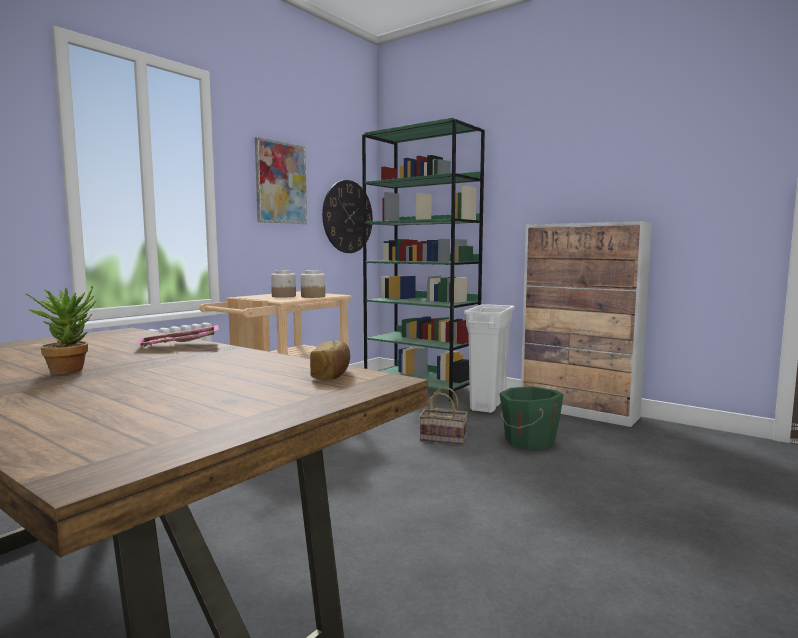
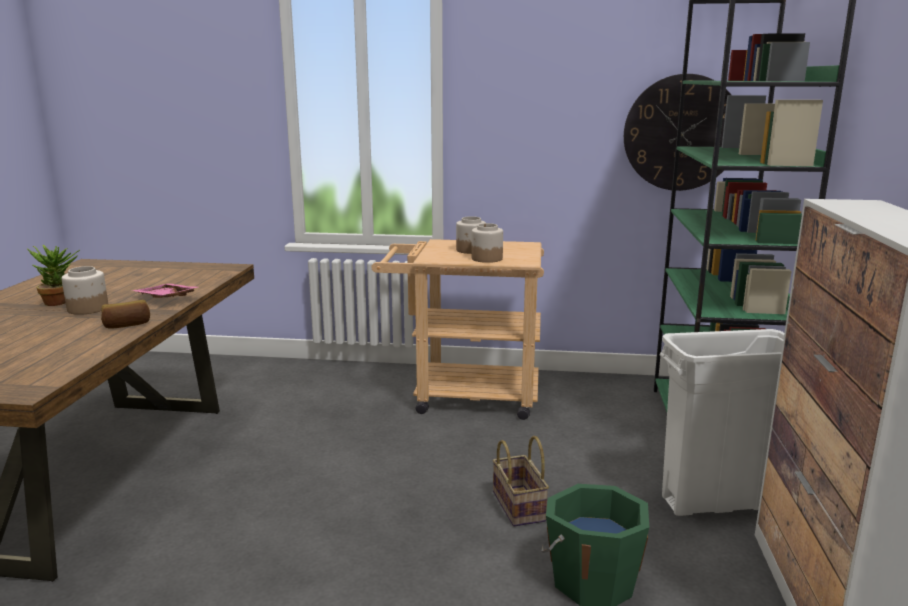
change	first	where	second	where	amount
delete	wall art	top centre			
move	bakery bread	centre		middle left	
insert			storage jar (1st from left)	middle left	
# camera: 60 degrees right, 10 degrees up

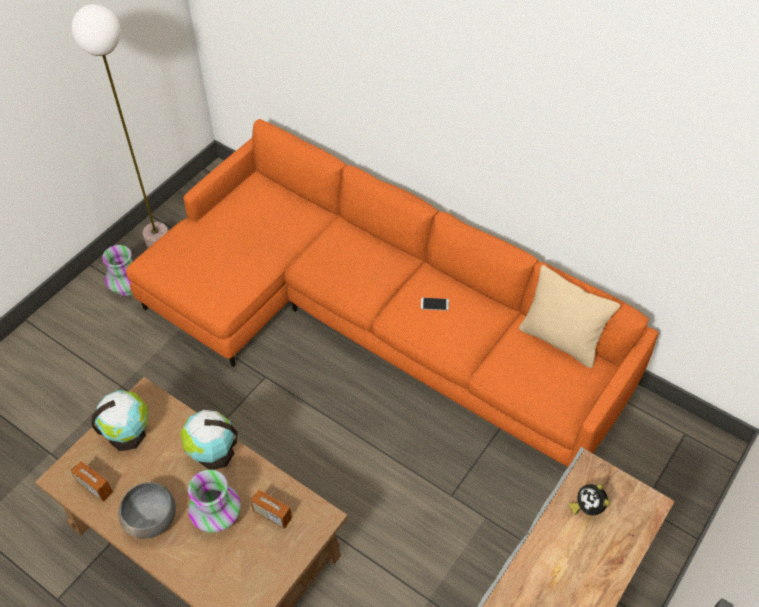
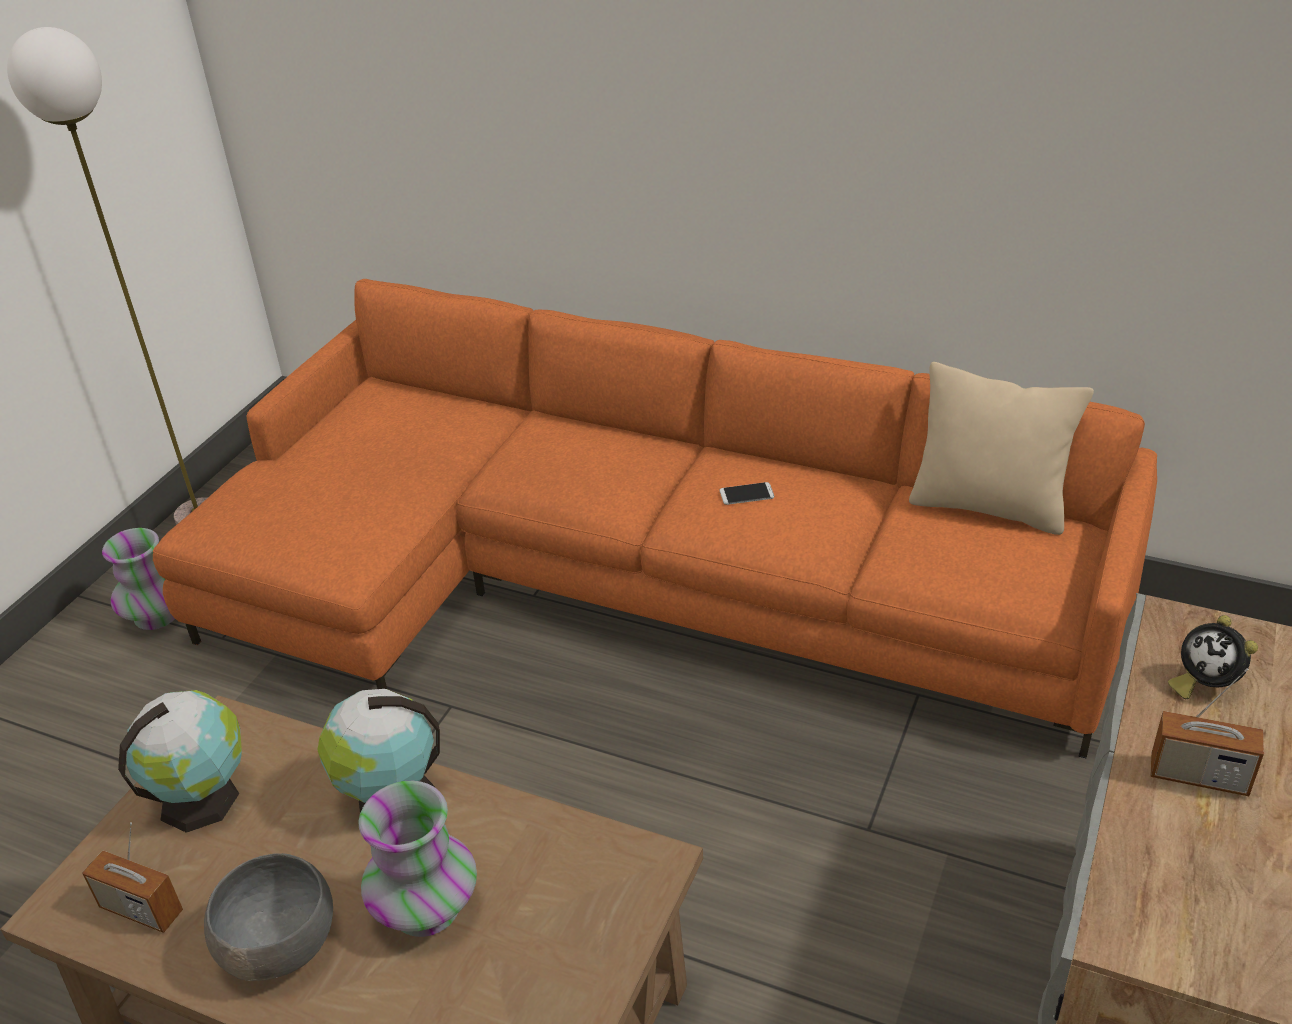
change	first	where	second	where	amount
move	radio set (2nd from left)	bottom centre		bottom right	
# camera: 10 degrees left, 15 degrees down

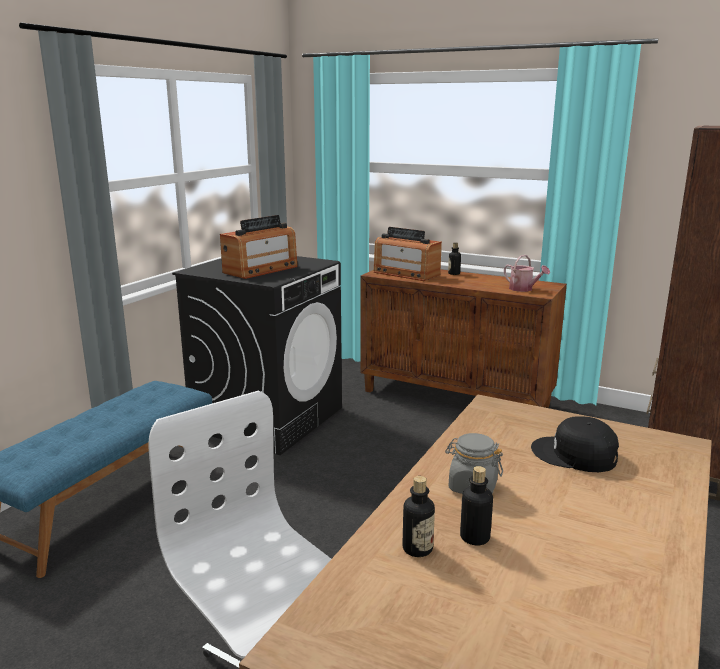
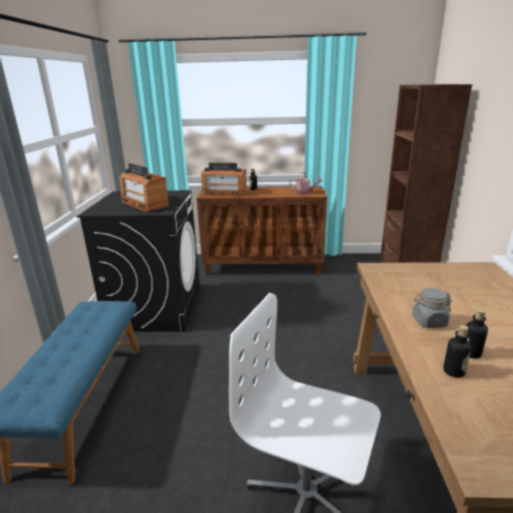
change	first	where	second	where	amount
rotate	radio set (1st from left)	centre		middle left	120 degrees clockwise
delete	peaked cap (black-coloured)	middle right			
# camera: 25 degrees left, 5 degrees up

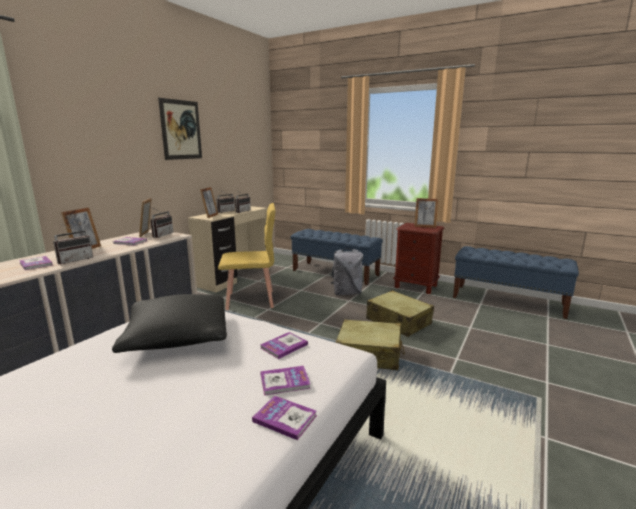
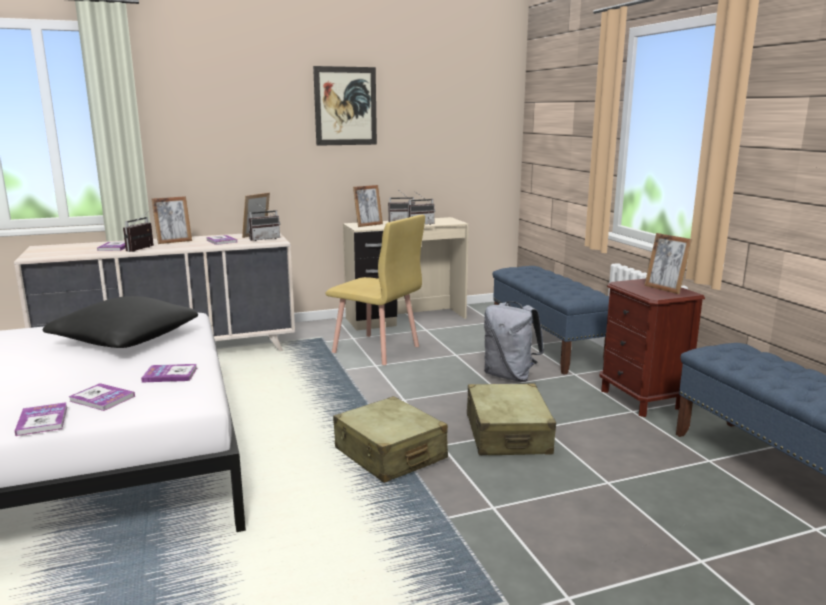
change	first	where	second	where	amount
rotate	radio set (1st from left)	middle left		middle left	120 degrees clockwise
# camera: 40 degrees right, 0 degrees up

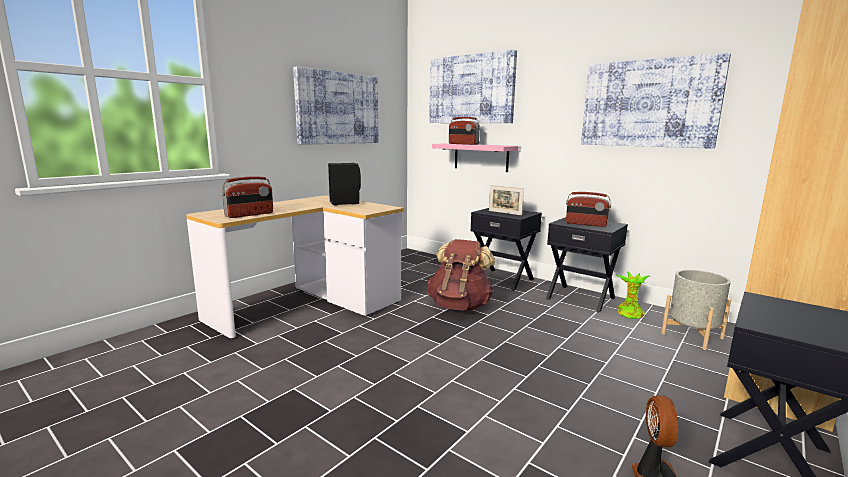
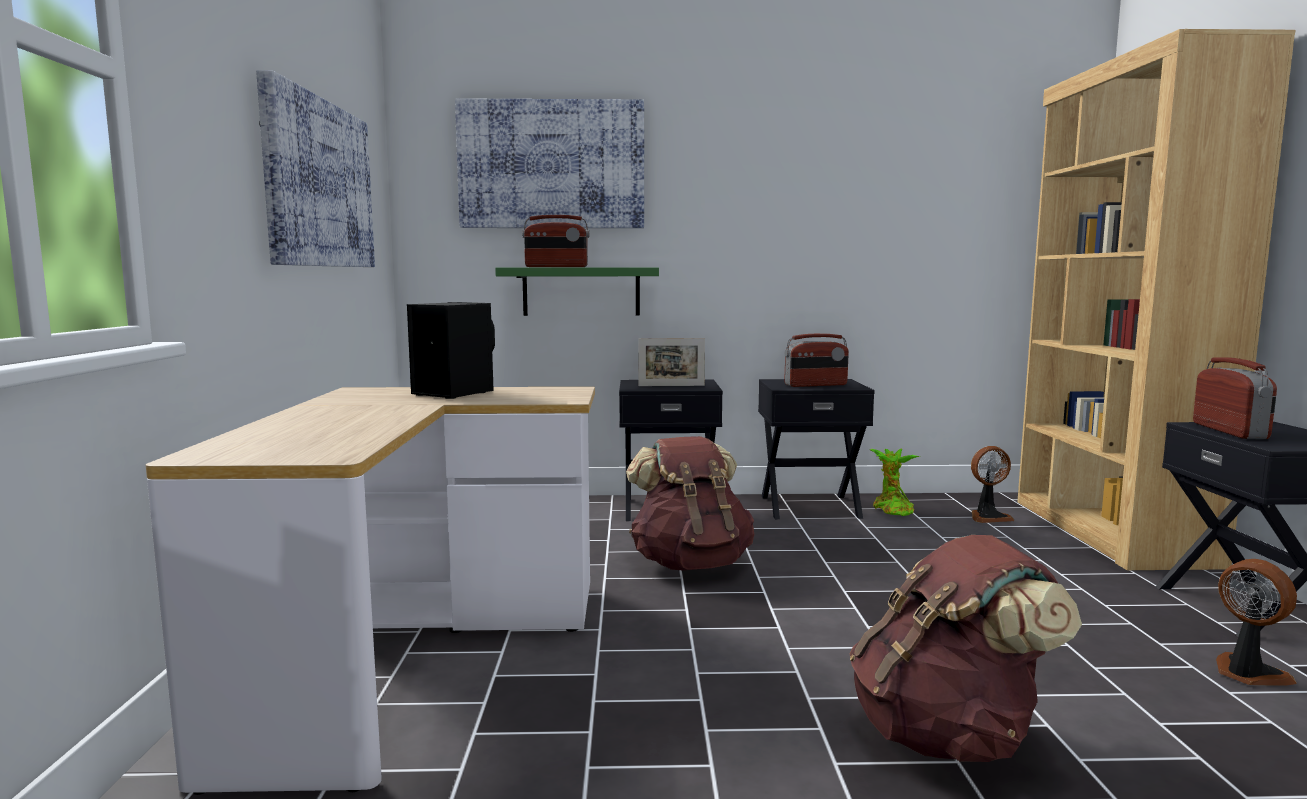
change	first	where	second	where	amount
delete	wall art (3rd from left)	top right			
recolor	bracket shelf (pink-coloured)	top centre	bracket shelf (green)	centre	
move	radio set (1st from left in the first image)	middle left	radio set (3rd from left)	middle right	
replace	planter (gray)	middle right	electric fan (1st from left)	middle right	
insert			rucksack (brownish) (2nd from left)	bottom right	
# camera: 40 degrees left, 5 degrees down

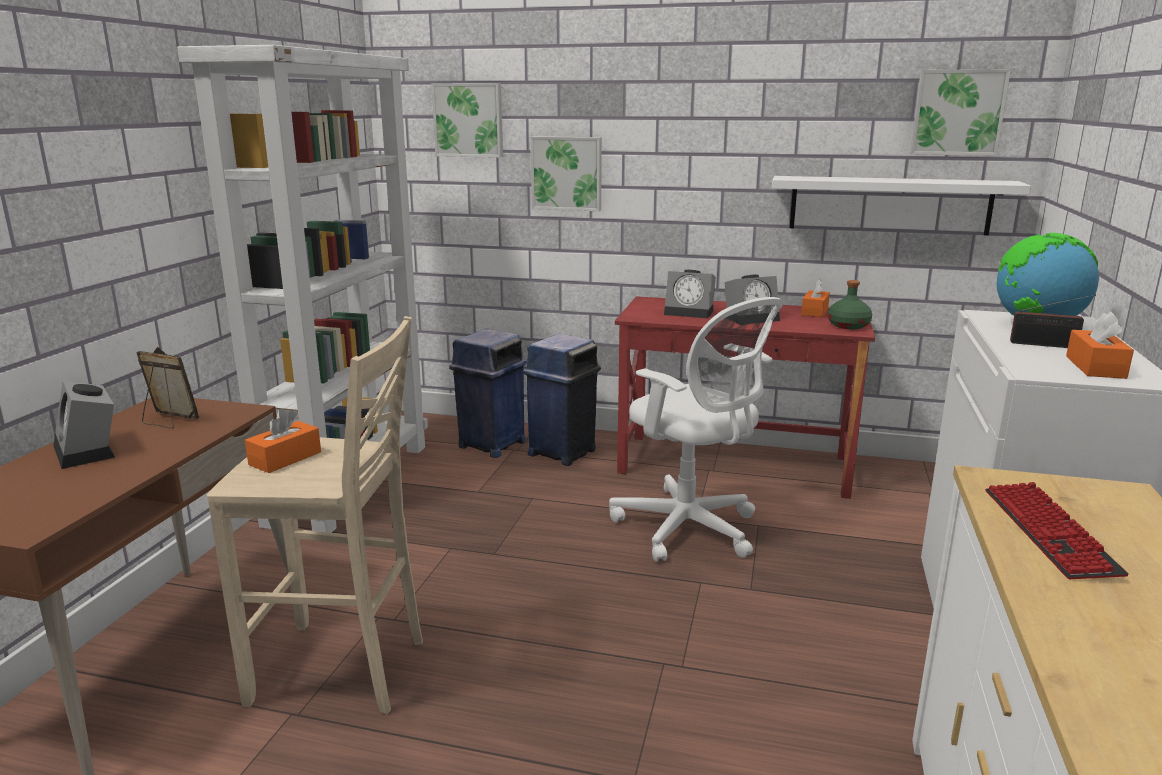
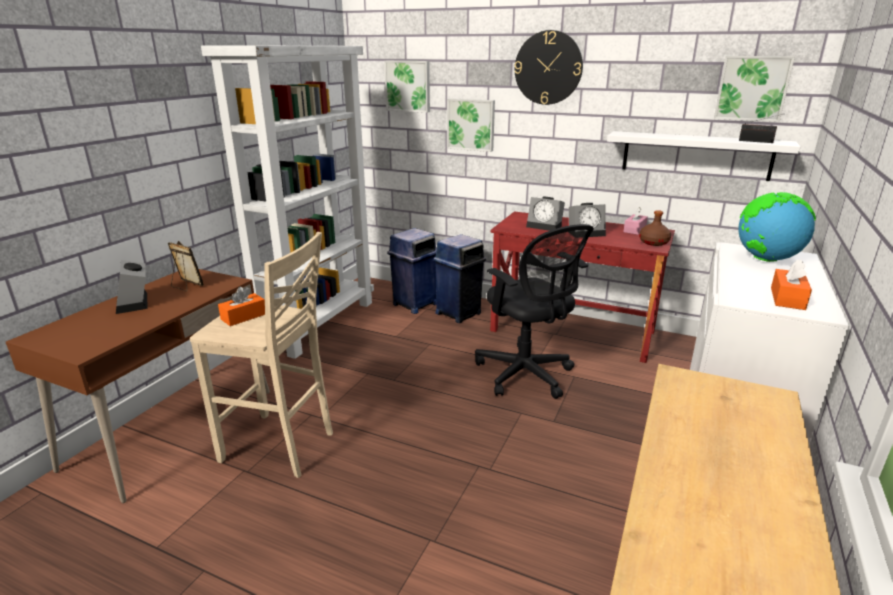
change	first	where	second	where	amount
recolor	tissue holder (orange) (2nd from left)	middle right	tissue holder (pink-coloured)	middle right	
recolor	beverage bottle (green)	middle right	beverage bottle (brownish)	middle right	
move	radio set	middle right		top right	
recolor	desk chair (white)	centre	desk chair (black-coloured)	centre	
delete	keyboard	bottom right			
insert			wall clock	top centre	
# camera: 10 degrees right, 5 degrees up

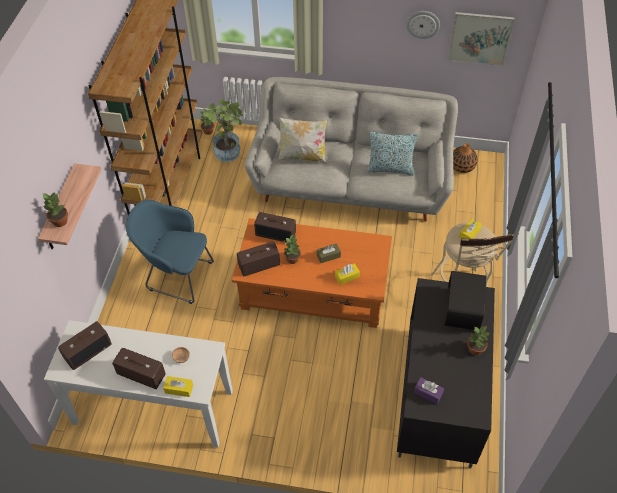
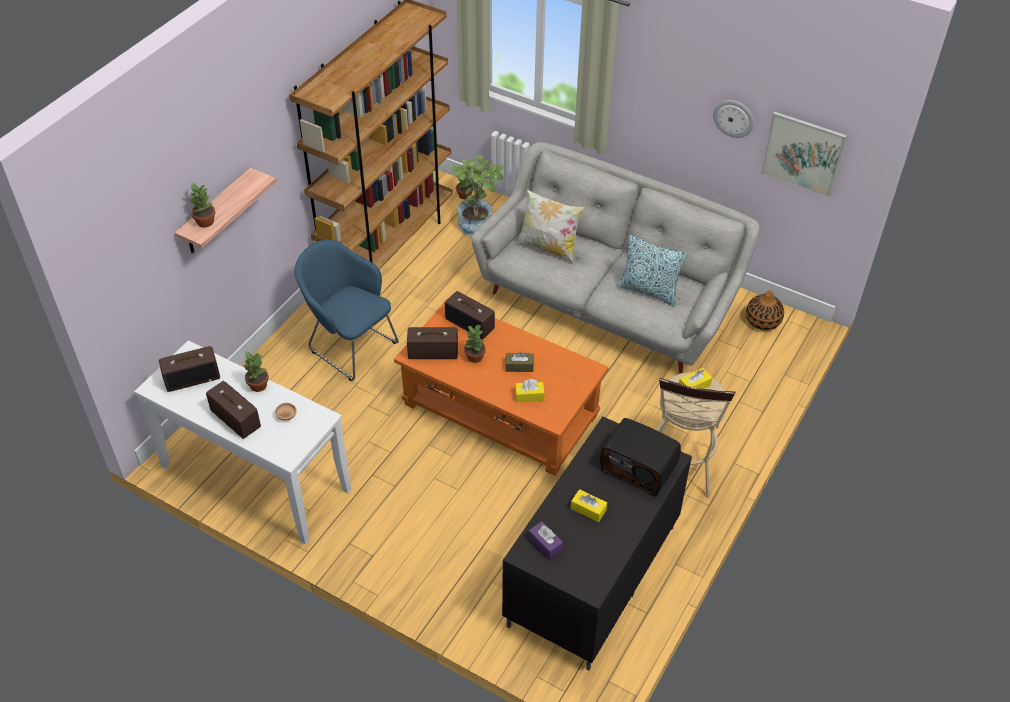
change	first	where	second	where	amount
rotate	radio set (5th from left)	middle right		centre	90 degrees counterclockwise
move	potted plant (5th from left in the first image)	bottom right	potted plant (2nd from left)	middle left	
move	tissue holder (yellowish) (1st from left in the first image)	bottom left	tissue holder (yellowish) (2nd from left)	bottom centre	
# camera: 20 degrees right, 5 degrees down

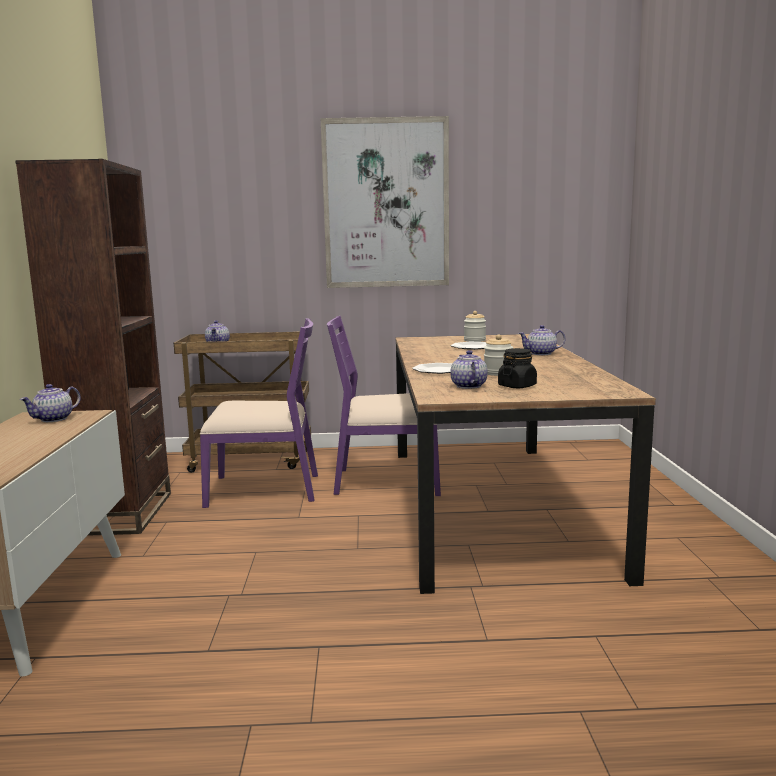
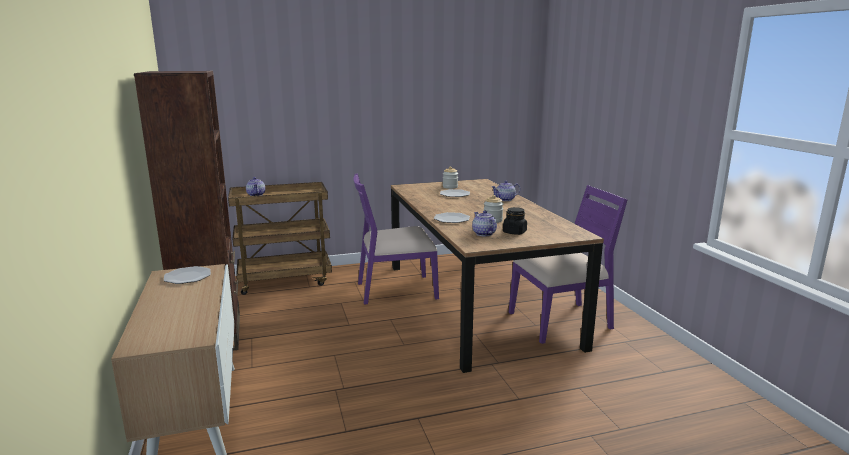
change	first	where	second	where	amount
delete	wall art	top centre			
move	upright chair (purplish) (1st from left in the first image)	centre	upright chair (purplish) (2nd from left)	middle right	
replace	tea pot (1st from left)	middle left	plate (1st from left)	middle left	
# camera: 15 degrees left, 5 degrees up

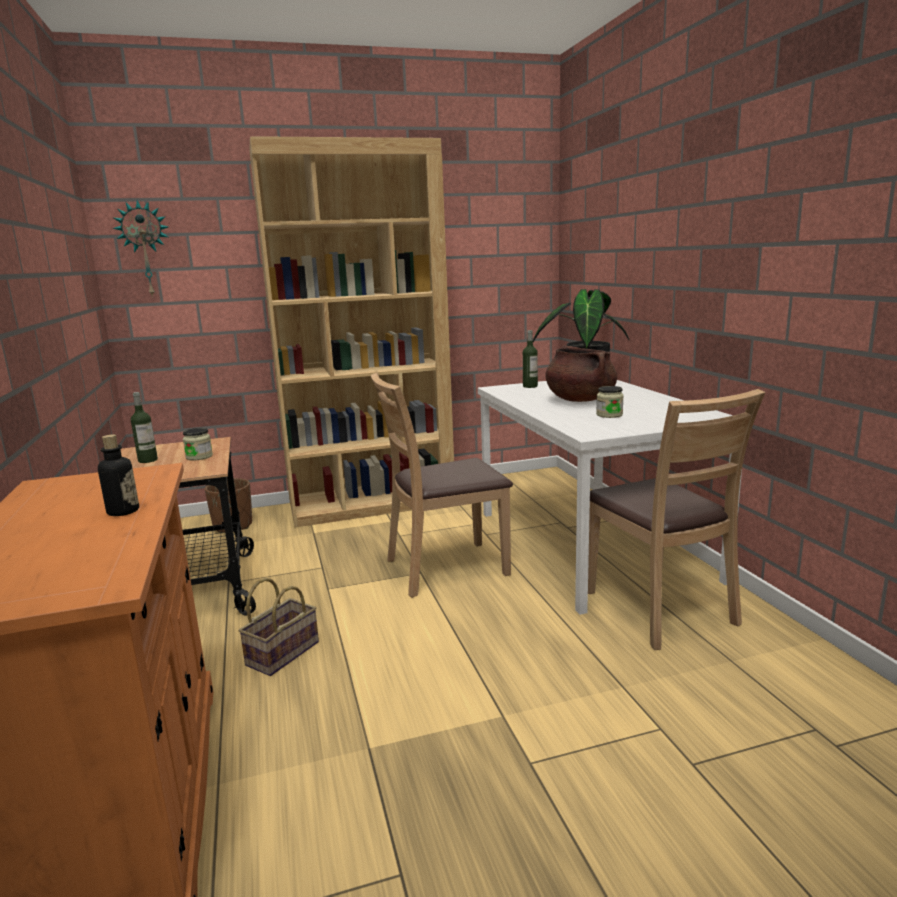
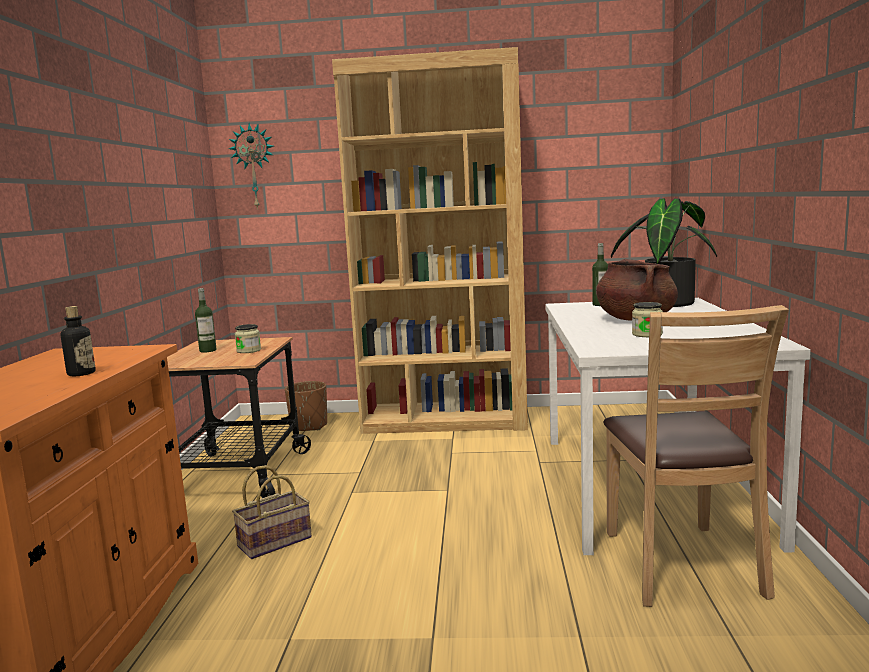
change	first	where	second	where	amount
delete	upright chair (brownish) (1st from left)	centre			
# camera: 20 degrees right, 5 degrees down

